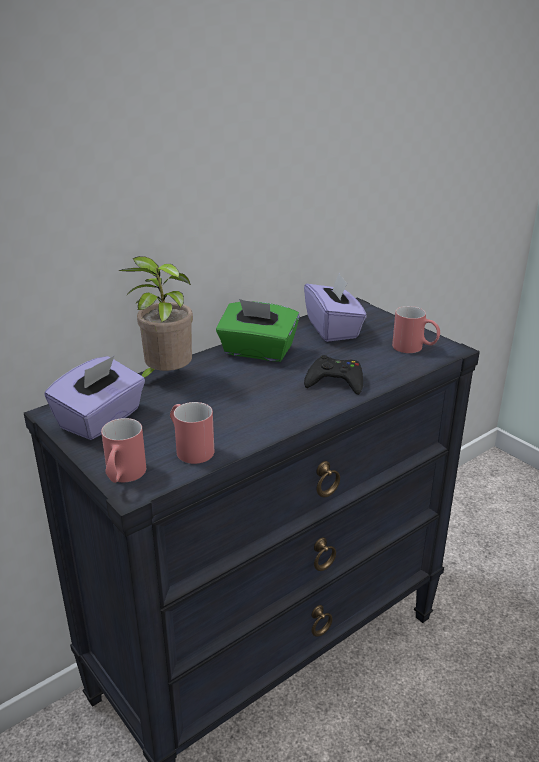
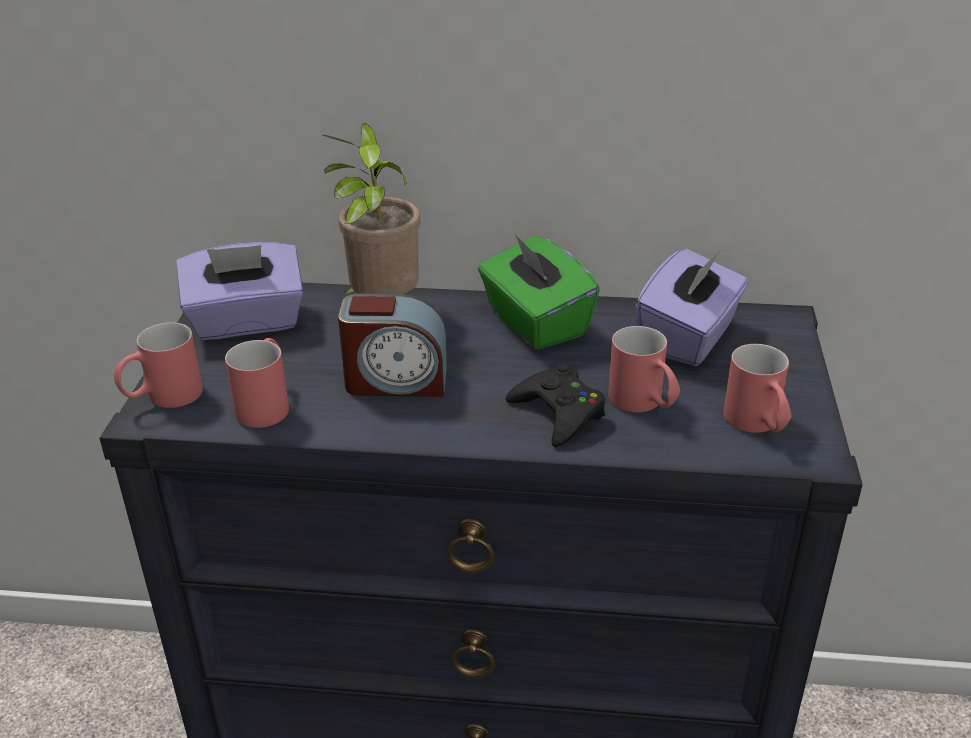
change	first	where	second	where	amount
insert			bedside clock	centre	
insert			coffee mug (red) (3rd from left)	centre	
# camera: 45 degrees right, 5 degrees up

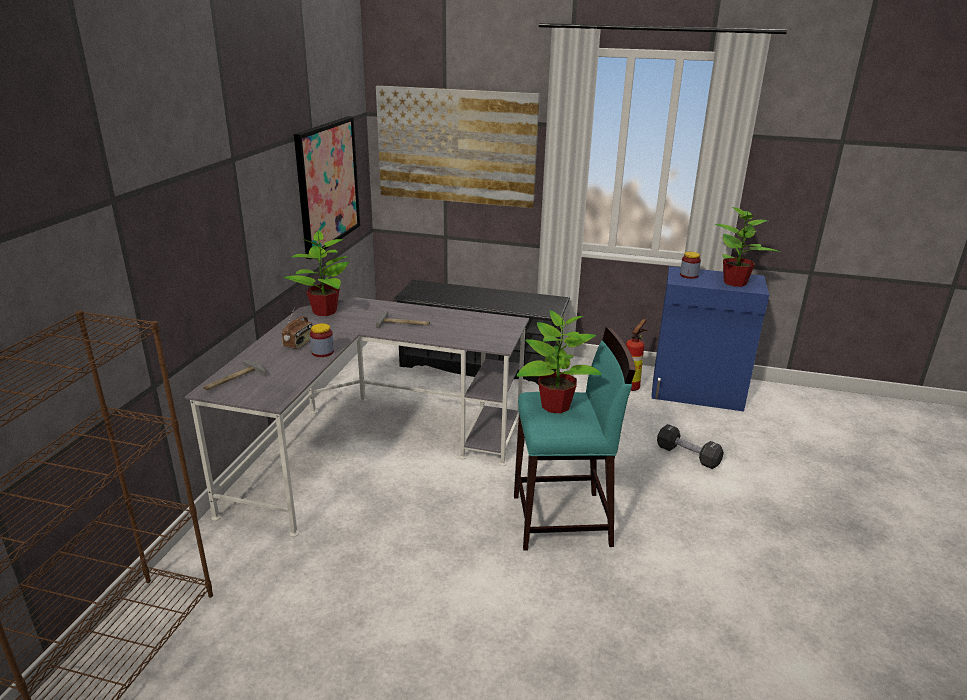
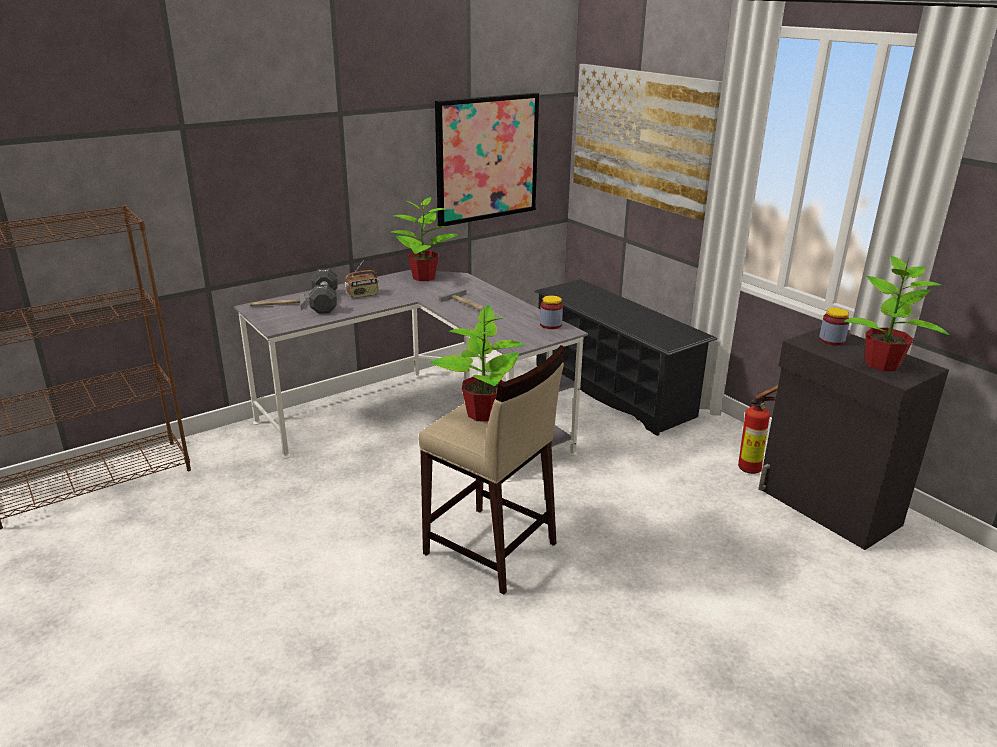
change	first	where	second	where	amount
recolor	cabinet (blue)	middle right	cabinet (black-coloured)	middle right	
move	storage jar (1st from left)	middle left		centre	
recolor	sitting stool (turquoise)	centre	sitting stool (sand-coloured)	centre	
move	dumbbell (black-coloured)	middle right		middle left	
# camera: 40 degrees right, 0 degrees up

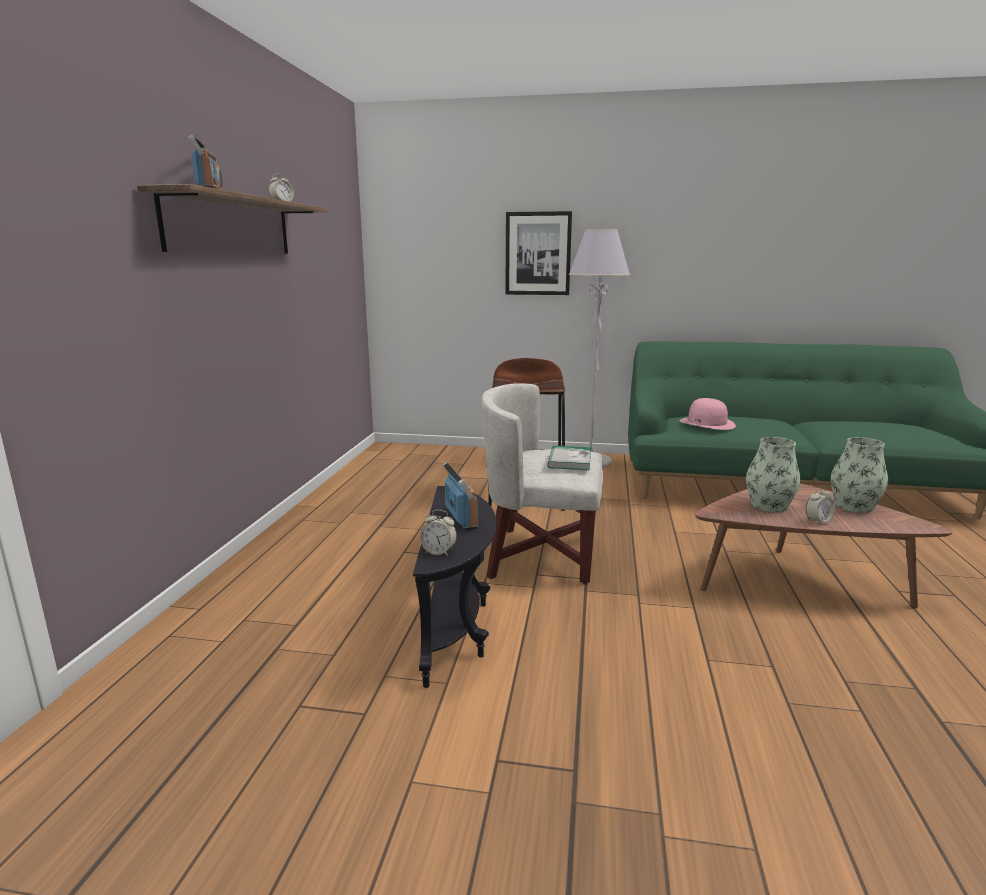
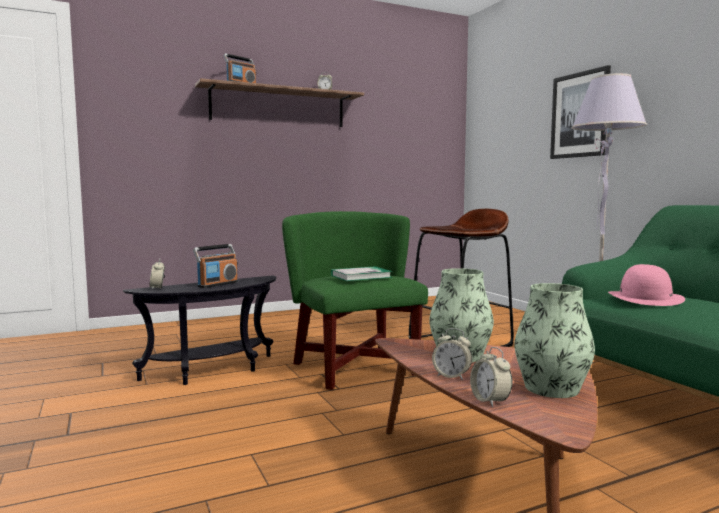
change	first	where	second	where	amount
recolor	armchair (white)	centre	armchair (green)	centre	
insert			bedside clock (4th from left)	bottom right	
# camera: 55 degrees right, 10 degrees down

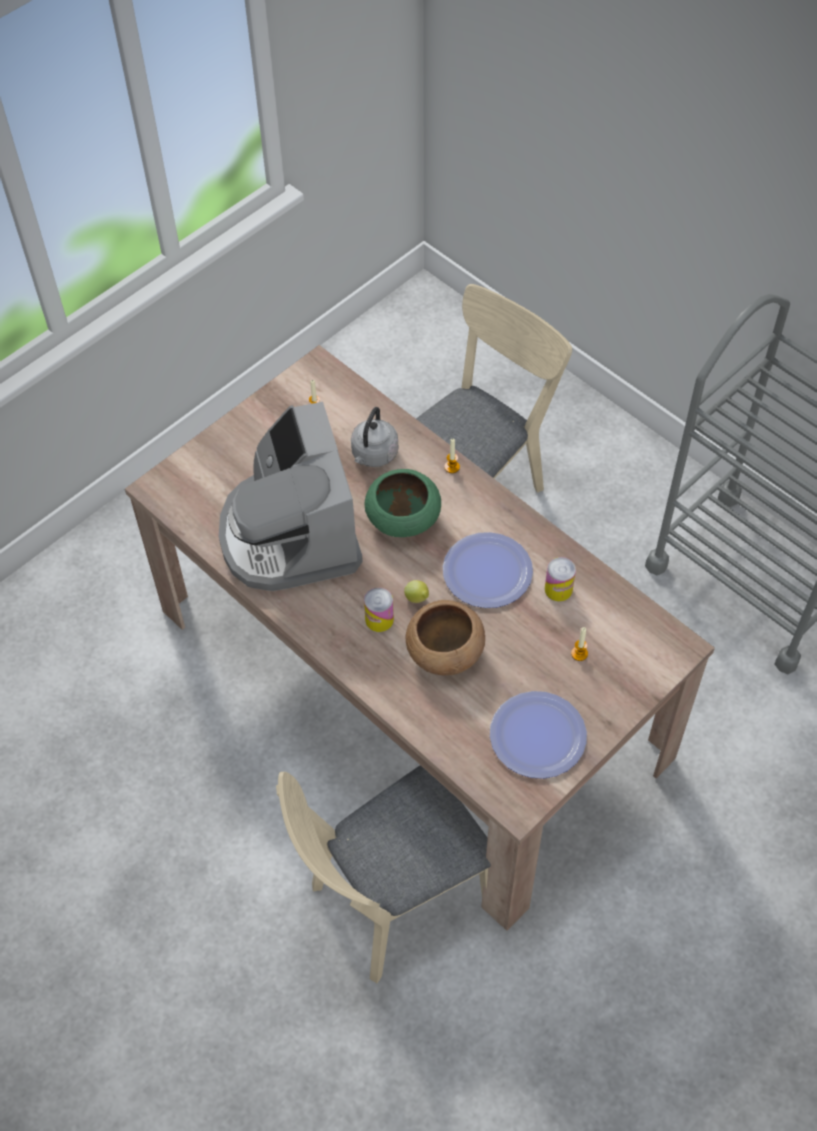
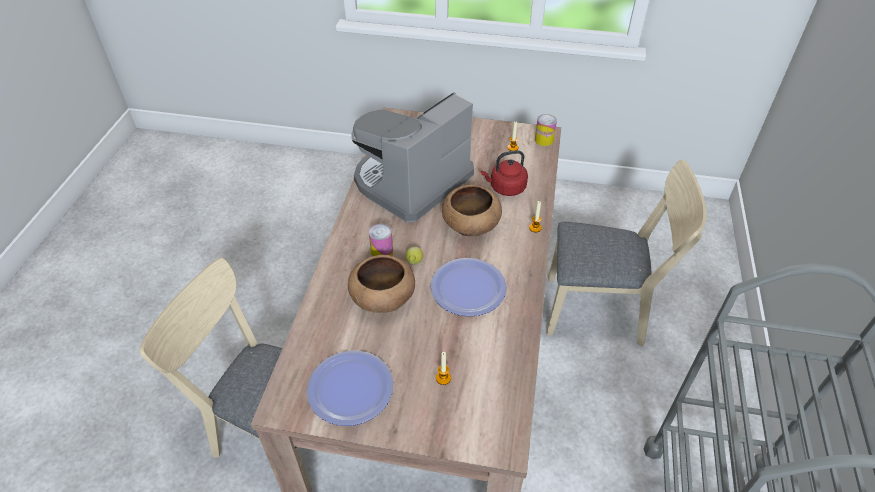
change	first	where	second	where	amount
recolor	water kettle (gray)	centre	water kettle (red)	centre	
recolor	deep dish (green)	centre	deep dish (brownish) (2nd from left)	centre	
move	metal can (2nd from left)	middle right		top centre	
# camera: 55 degrees right, 10 degrees down

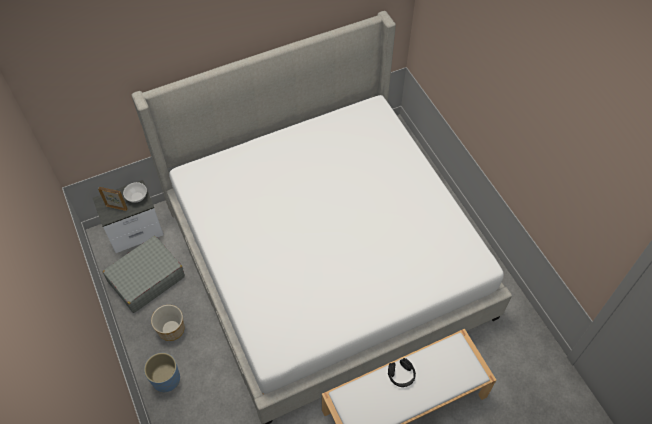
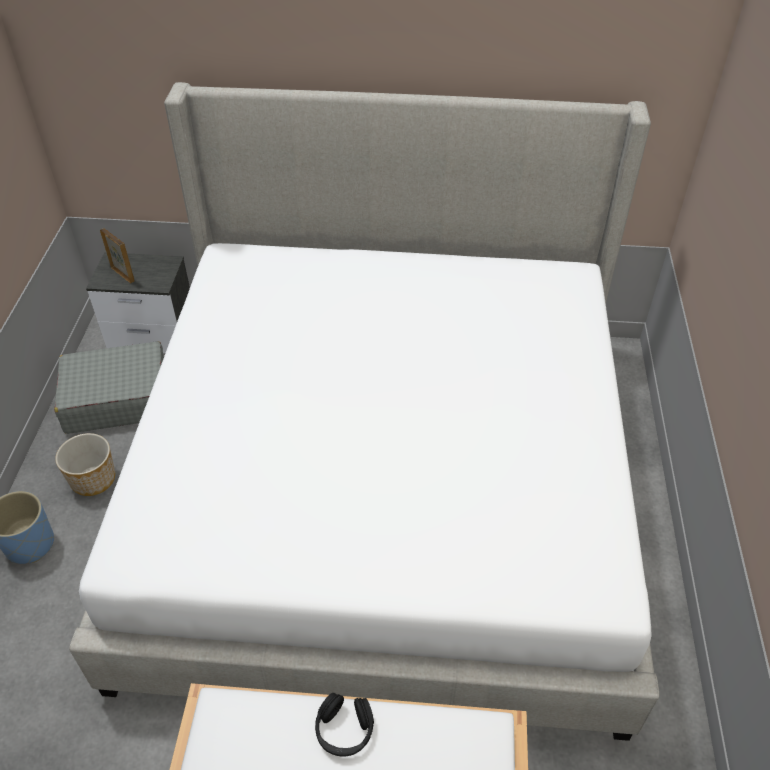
change	first	where	second	where	amount
delete	deep dish	middle left			
# camera: 30 degrees right, 10 degrees down

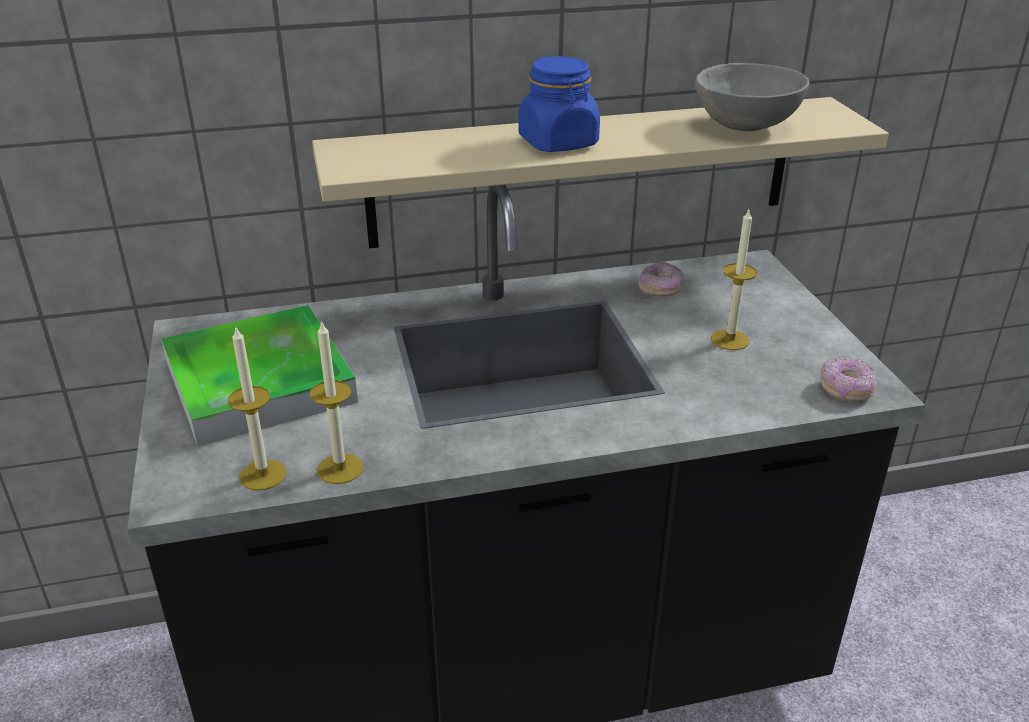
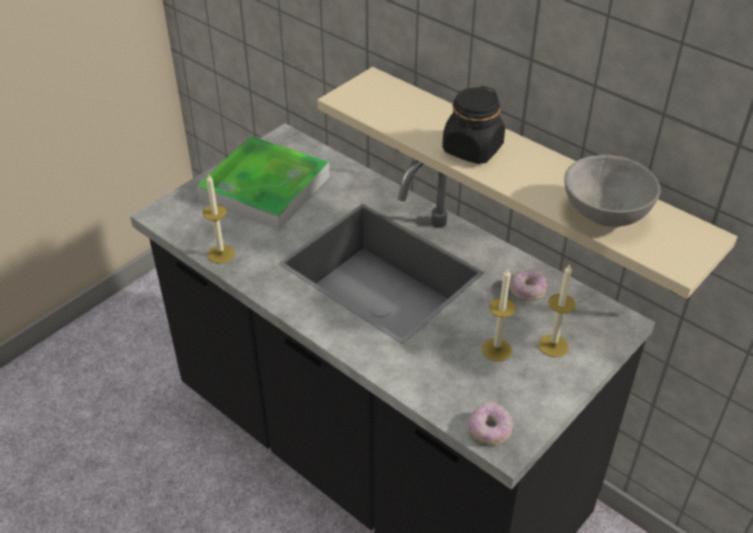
change	first	where	second	where	amount
recolor	storage jar (blue)	top centre	storage jar (black-coloured)	top centre	
move	wax candle (1st from left in the first image)	middle left	wax candle (3rd from left)	middle right	
# camera: 55 degrees right, 10 degrees up

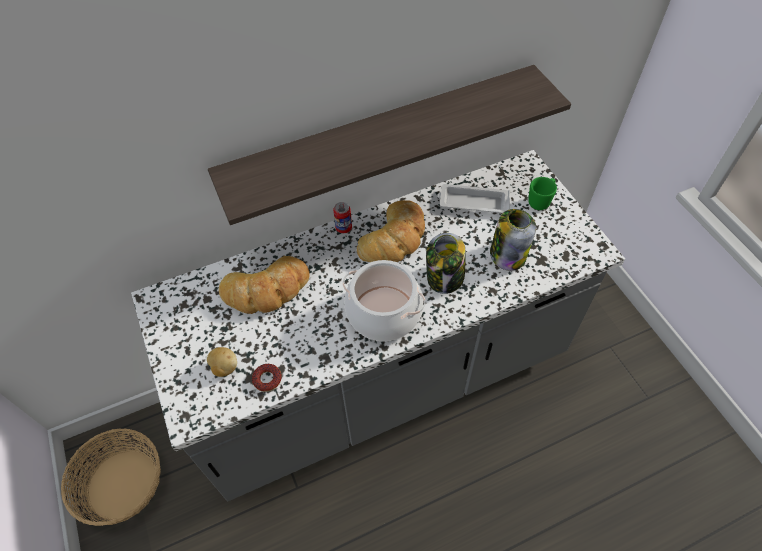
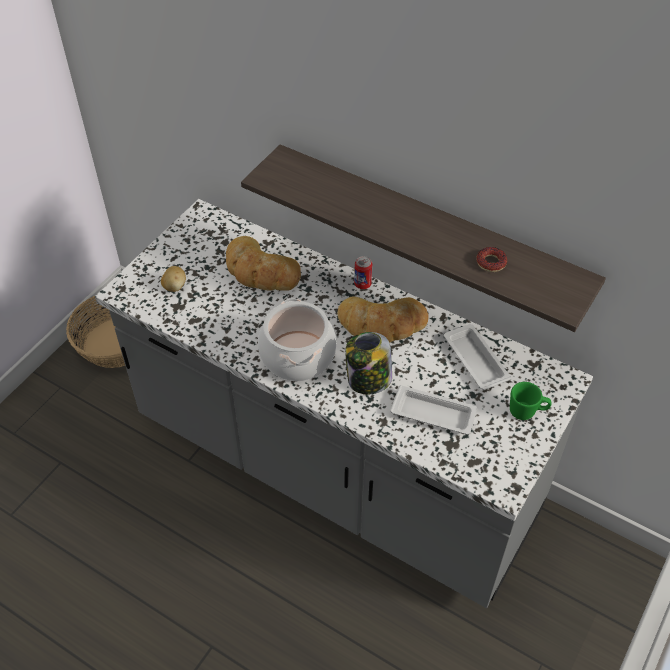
change	first	where	second	where	amount
replace	storage jar (2nd from left)	middle right	serving tray (white) (1st from left)	centre	
move	donut	bottom centre		middle right	
# camera: 55 degrees right, 5 degrees down

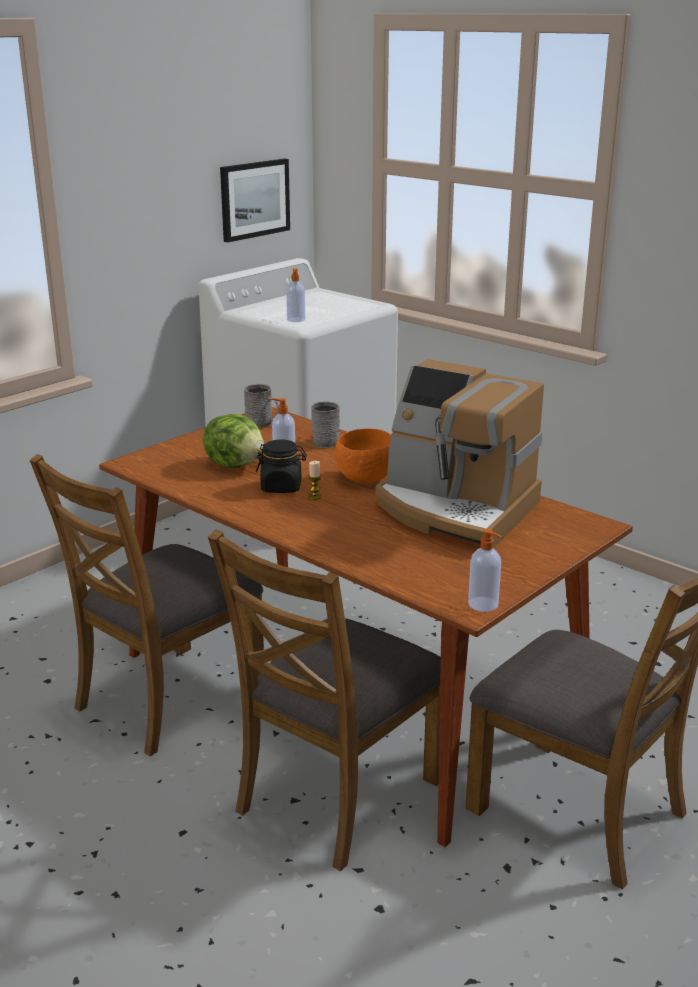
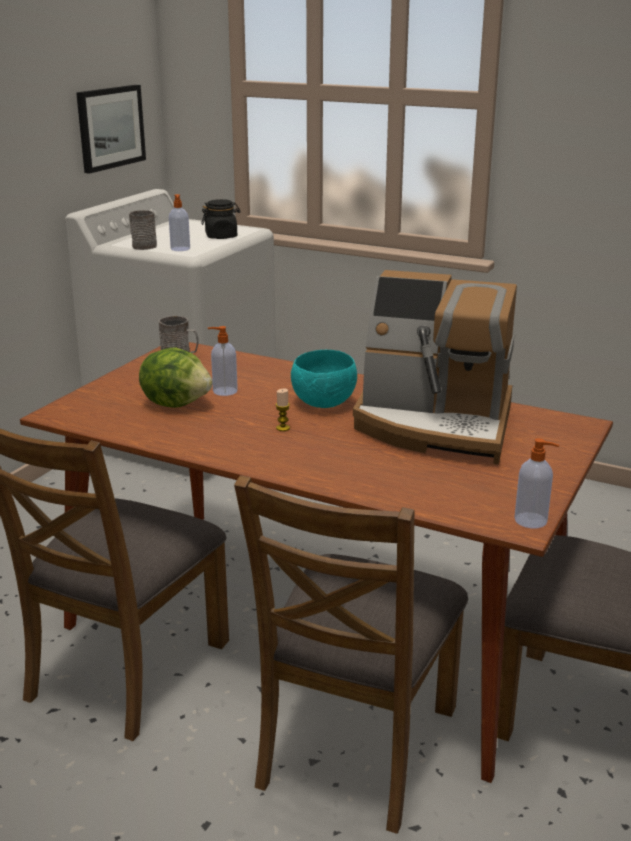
change	first	where	second	where	amount
move	coffee mug (gray) (2nd from left in the first image)	centre	coffee mug (gray) (1st from left)	top left	
recolor	deep dish (orange)	centre	deep dish (turquoise)	centre	
move	storage jar (black-coloured)	centre		top centre	
# camera: 15 degrees left, 0 degrees up

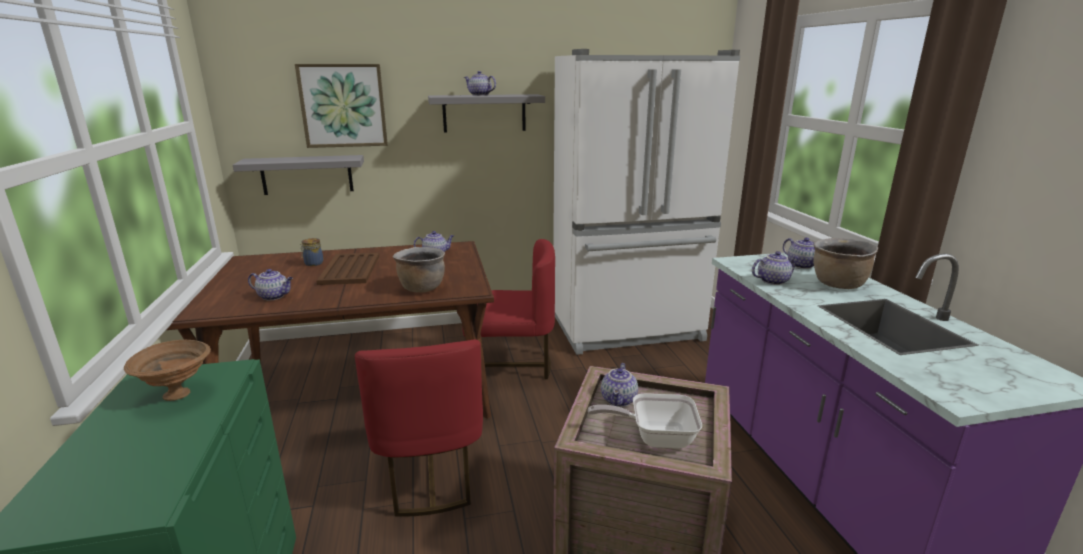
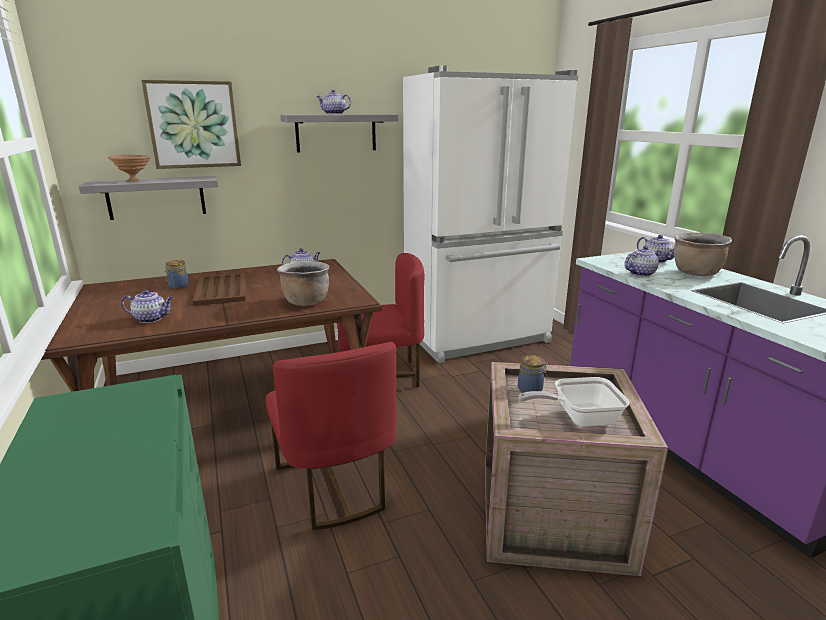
change	first	where	second	where	amount
move	deep dish (brownish)	bottom left		top left	
replace	tea pot (4th from left)	bottom centre	storage jar (2nd from left)	centre	
# camera: 10 degrees left, 0 degrees up

